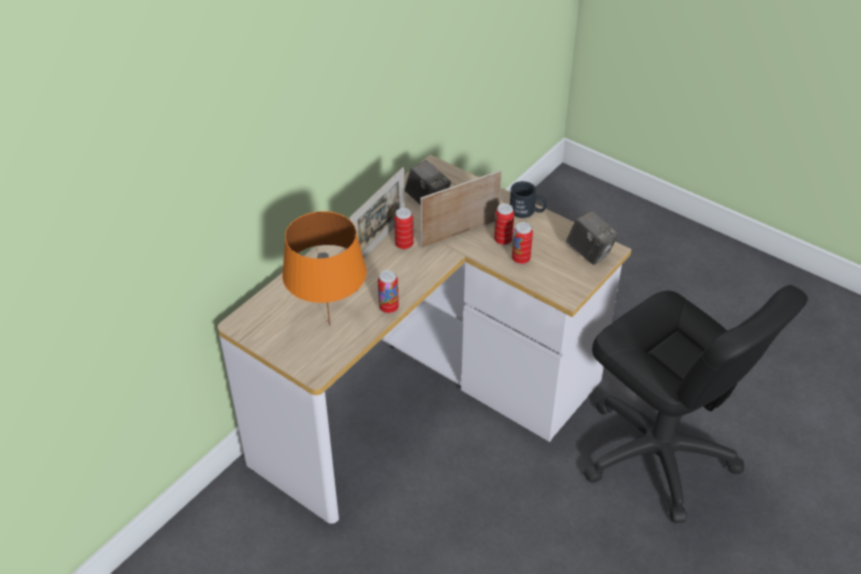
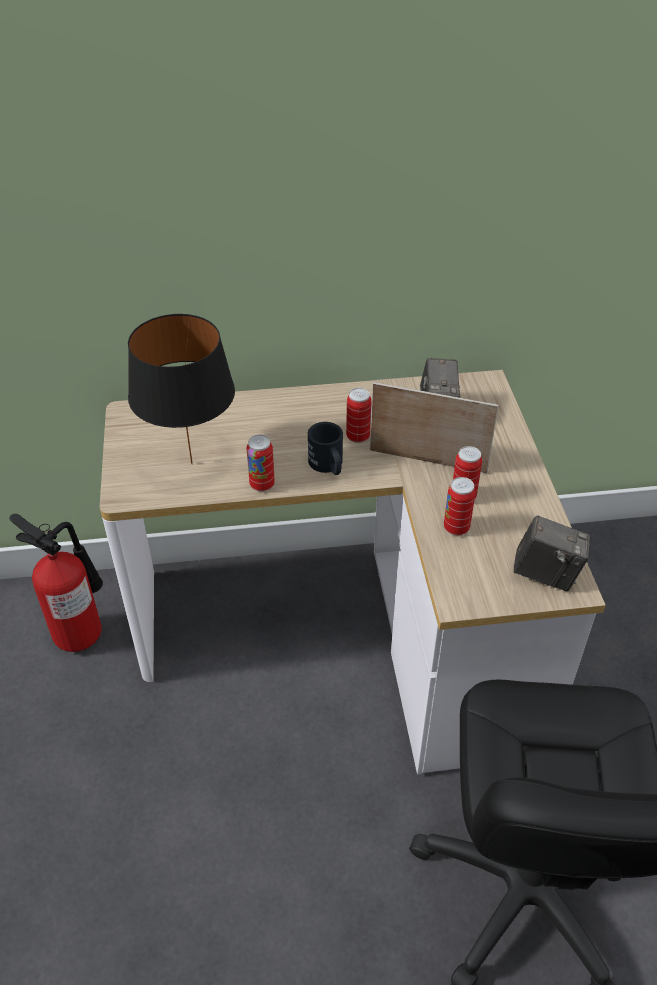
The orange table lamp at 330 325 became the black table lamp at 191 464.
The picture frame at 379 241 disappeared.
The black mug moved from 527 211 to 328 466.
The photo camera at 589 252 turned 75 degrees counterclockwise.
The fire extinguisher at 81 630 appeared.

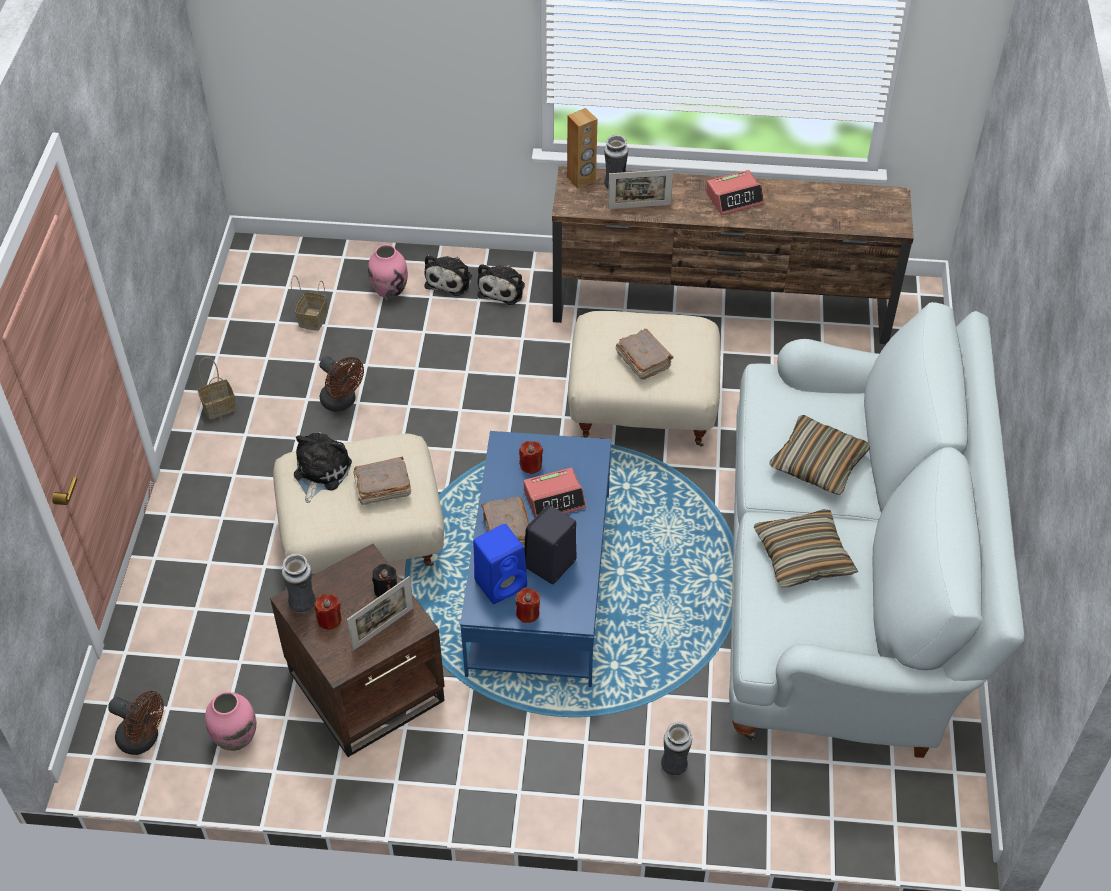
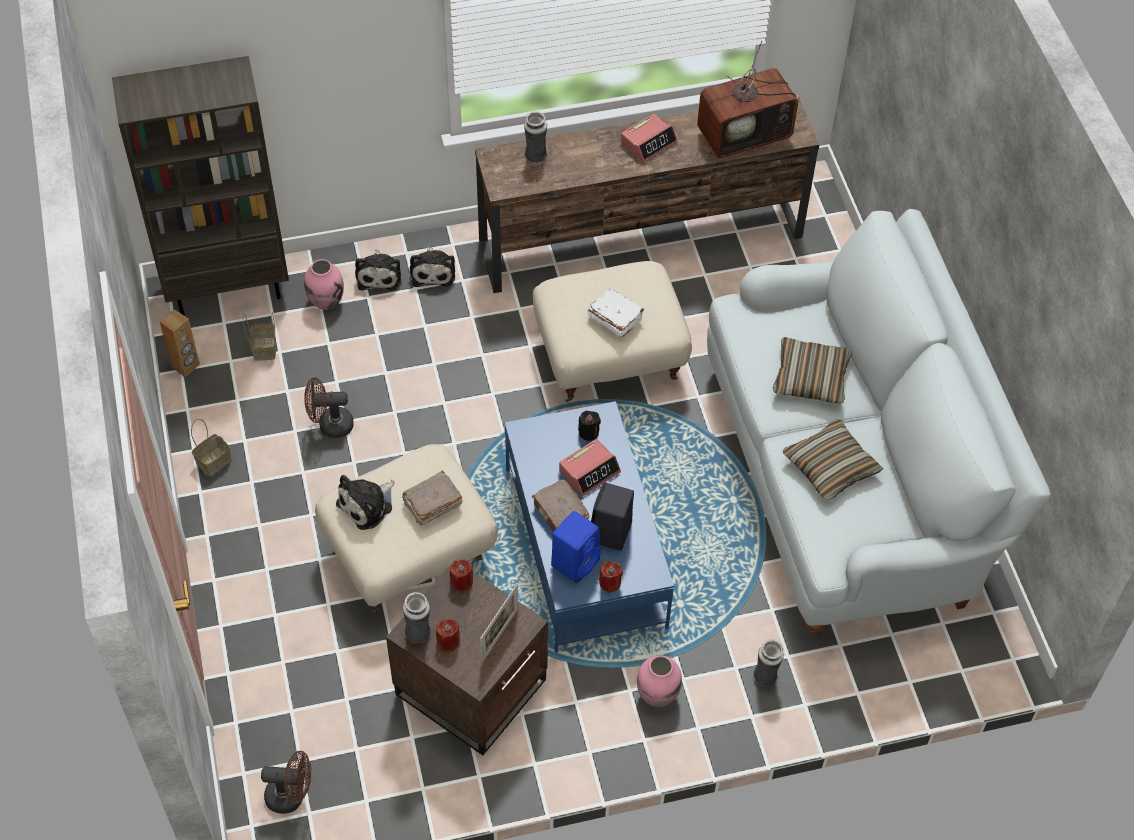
The pink vase moved from 235 738 to 657 695.
The plush toy at 320 472 turned 135 degrees counterclockwise.
The brown fan at 342 402 turned 150 degrees clockwise.
The black candle moved from 386 590 to 588 432.
The red candle moved from 531 465 to 462 581.
The brown speaker moved from 581 179 to 186 366.
The picture frame at 639 206 disappeared.
The brown book at 643 360 became the white book at 614 318.
The brown bookcase at 228 288 appeared.
The television at 745 133 appeared.

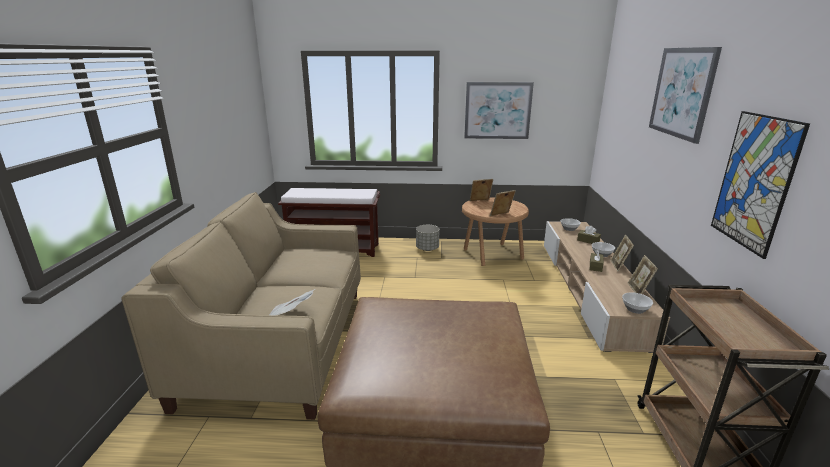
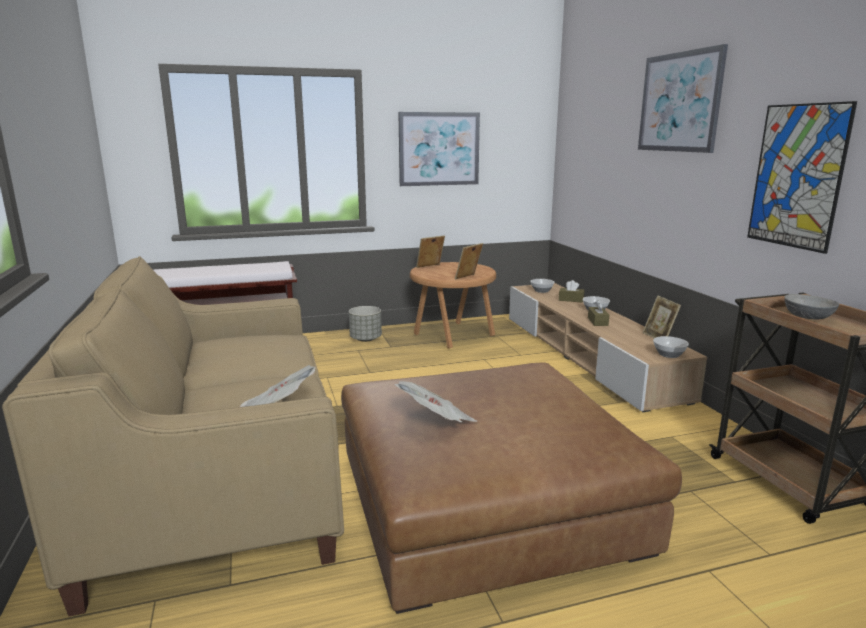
The picture frame at 619 266 disappeared.
The newspaper at 436 422 appeared.
The grey bowl at 807 317 appeared.

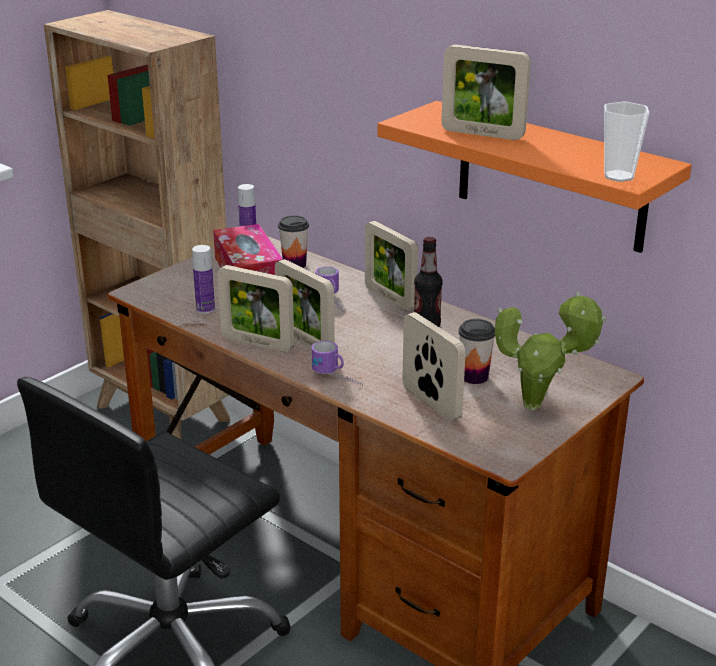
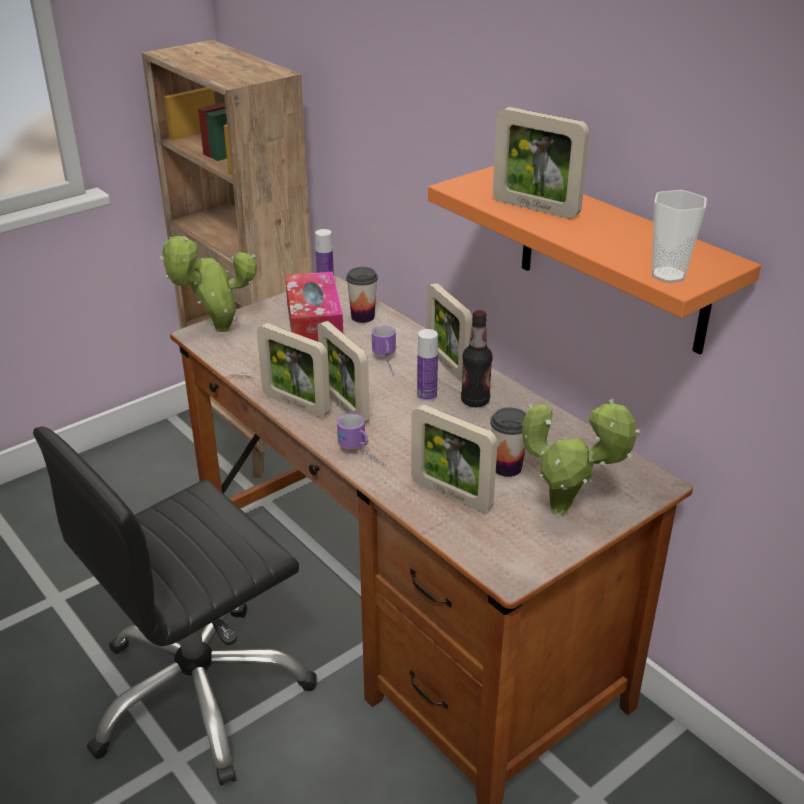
The bottle moved from 205 309 to 427 396.
The picture frame at 431 403 turned 150 degrees clockwise.
The potted plant at 217 330 appeared.

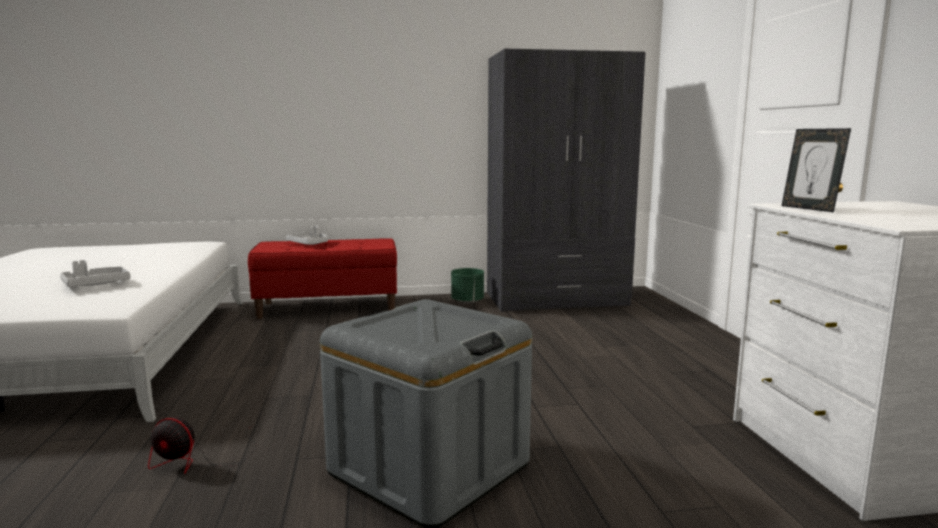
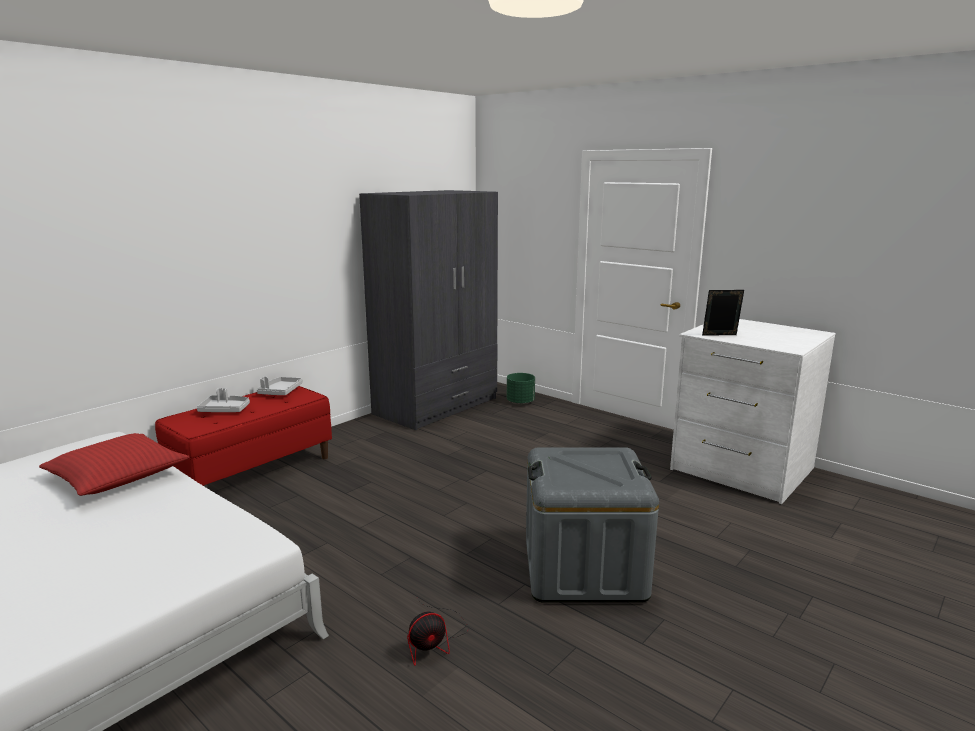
The grey tray moved from 95 284 to 280 392.
The green planter moved from 467 301 to 520 402.
The picture frame at 809 208 turned 150 degrees clockwise.
The red pillow at 117 476 appeared.

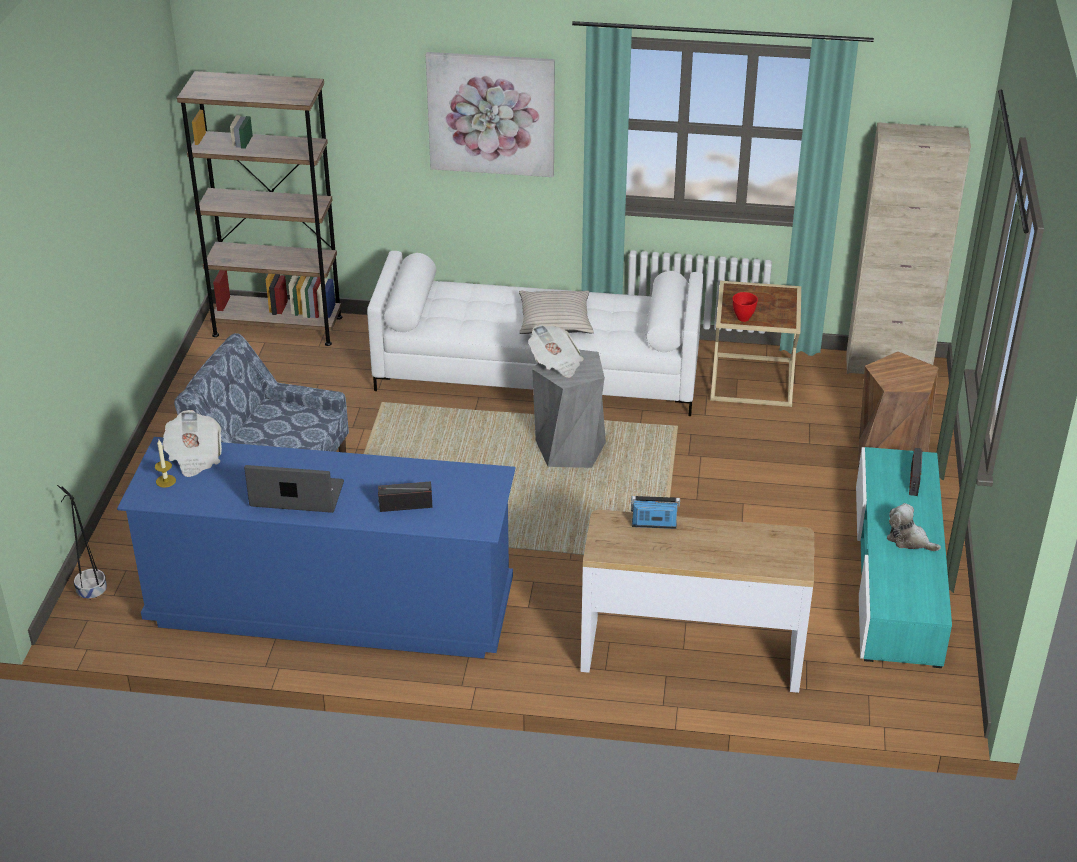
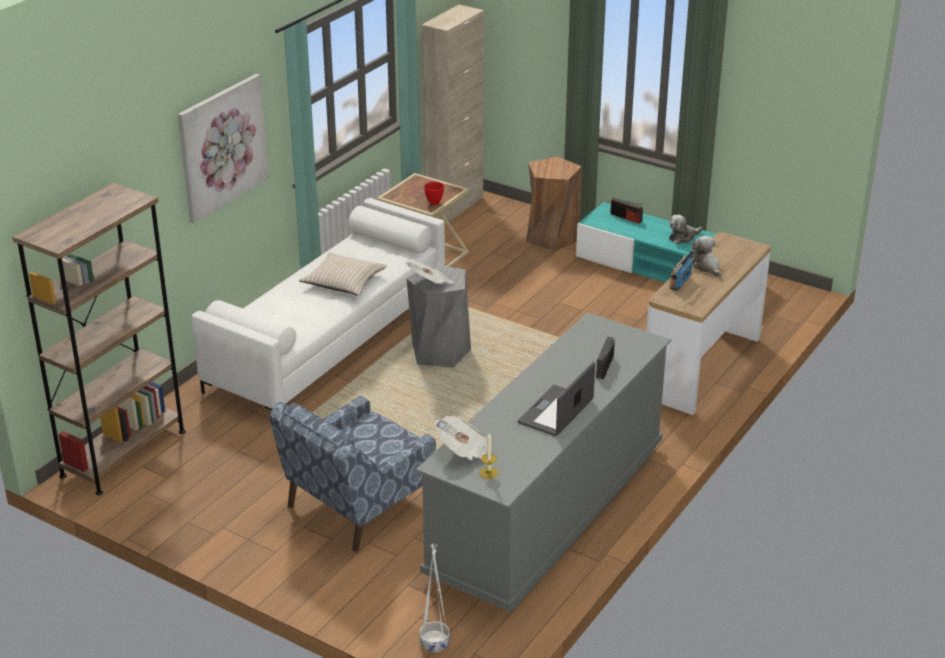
The black planter at 91 591 became the white planter at 434 644.
The blue dresser at 331 606 became the grey dresser at 547 511.
The plush toy at 706 266 appeared.

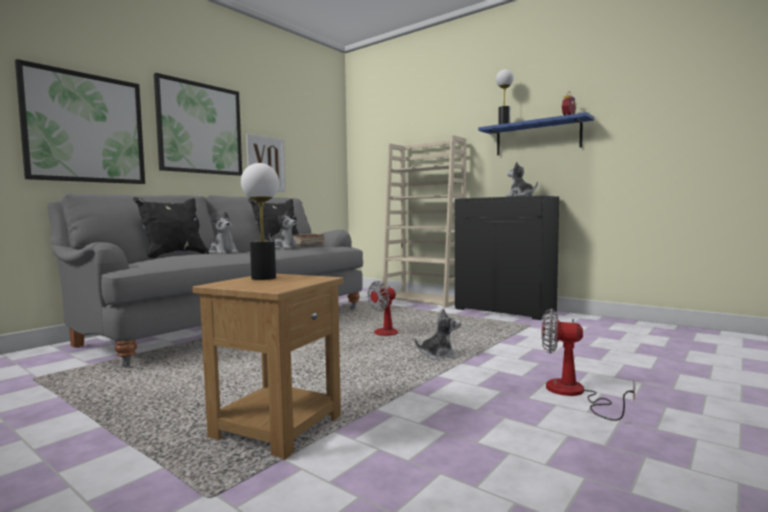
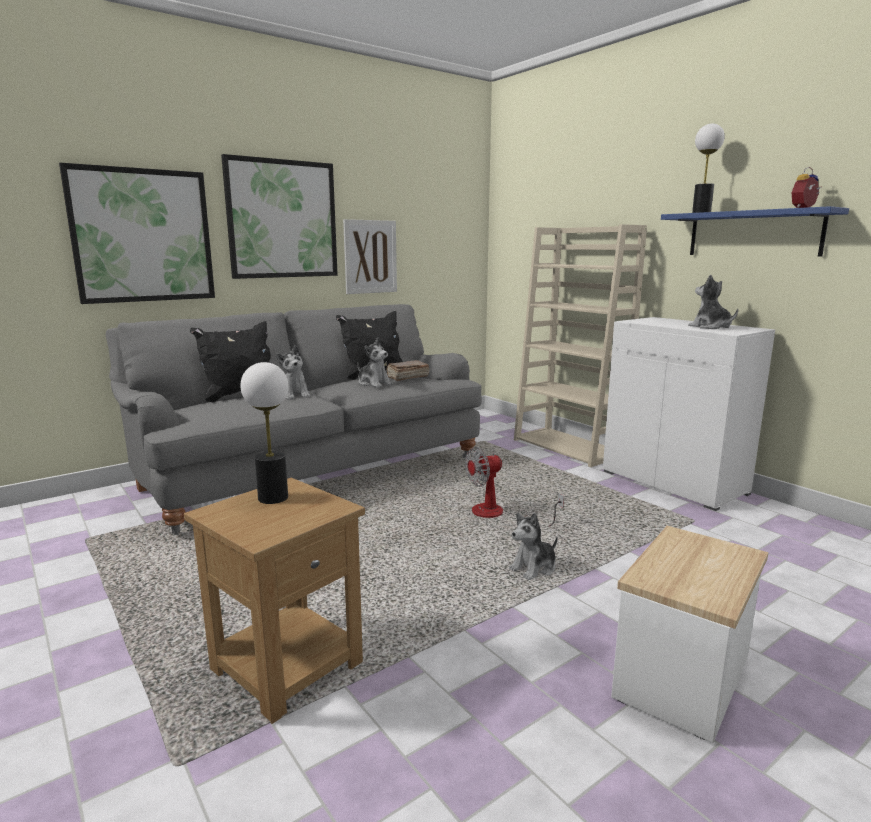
The plush toy at 439 356 turned 135 degrees clockwise.
The black cabinet at 505 310 became the white cabinet at 674 482.
The fan at 574 394 was replaced by the side table at 680 677.

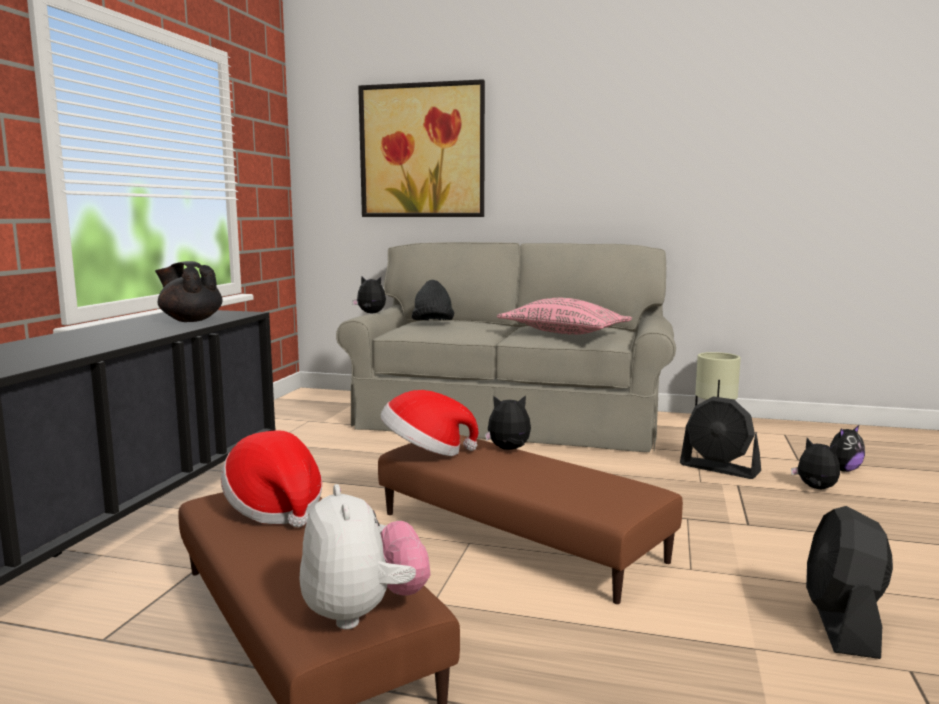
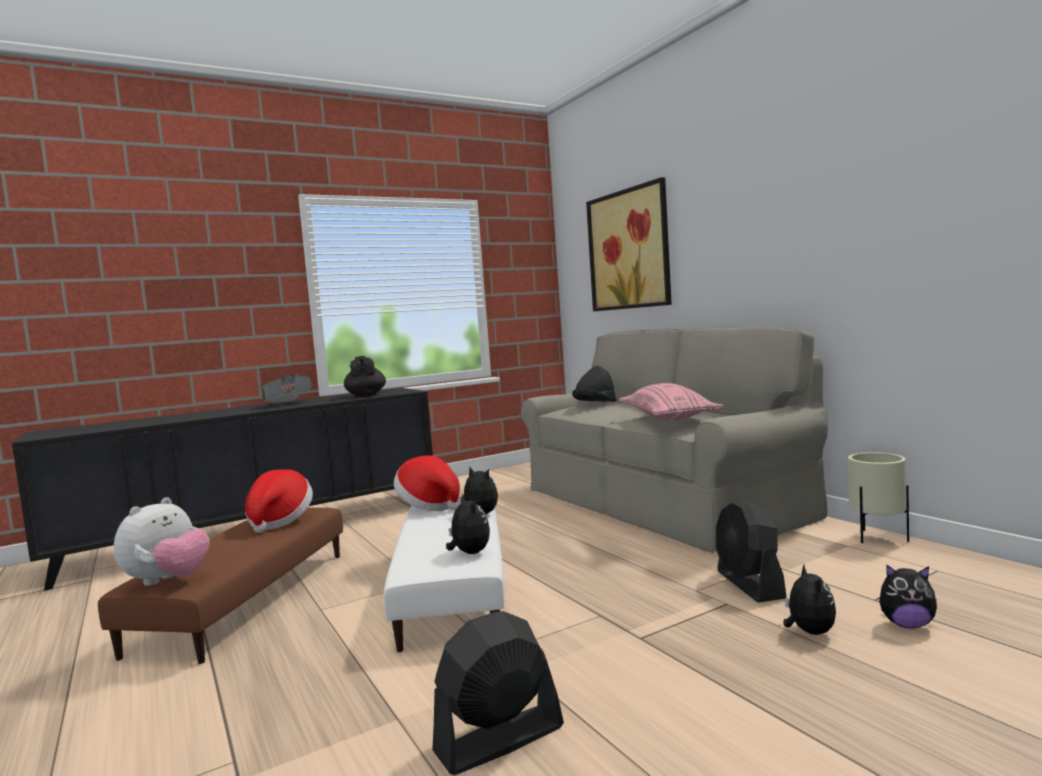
The plush toy moved from 370 313 to 469 553.
The brown ottoman at 517 537 became the white ottoman at 451 588.
The newspaper at 288 403 appeared.

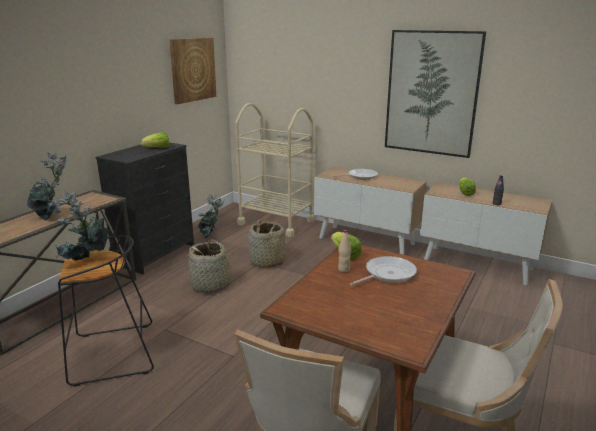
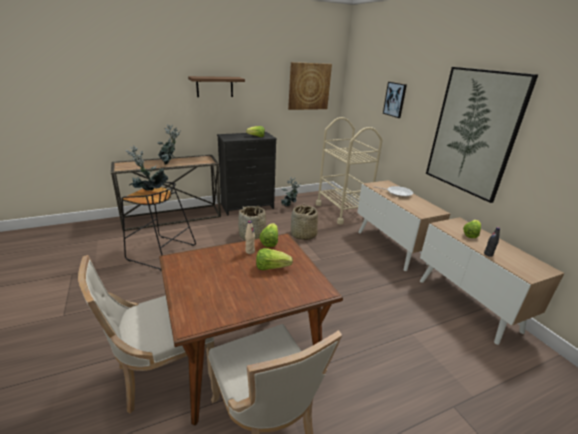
The frying pan at 387 274 was replaced by the lettuce at 271 267.
The shelf at 214 86 appeared.
The picture at 395 99 appeared.

